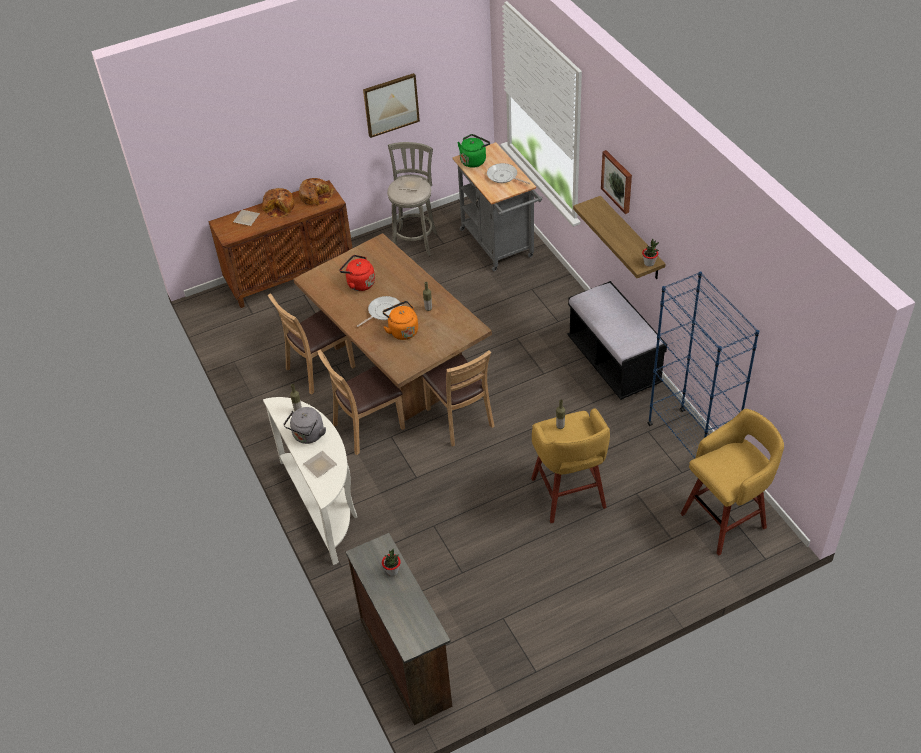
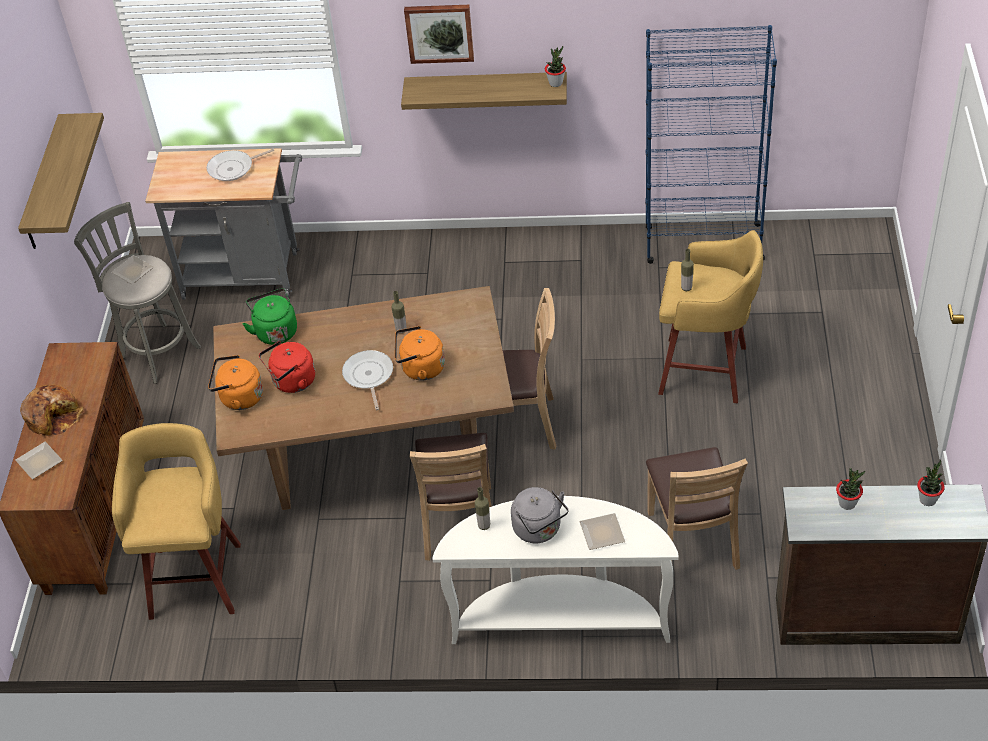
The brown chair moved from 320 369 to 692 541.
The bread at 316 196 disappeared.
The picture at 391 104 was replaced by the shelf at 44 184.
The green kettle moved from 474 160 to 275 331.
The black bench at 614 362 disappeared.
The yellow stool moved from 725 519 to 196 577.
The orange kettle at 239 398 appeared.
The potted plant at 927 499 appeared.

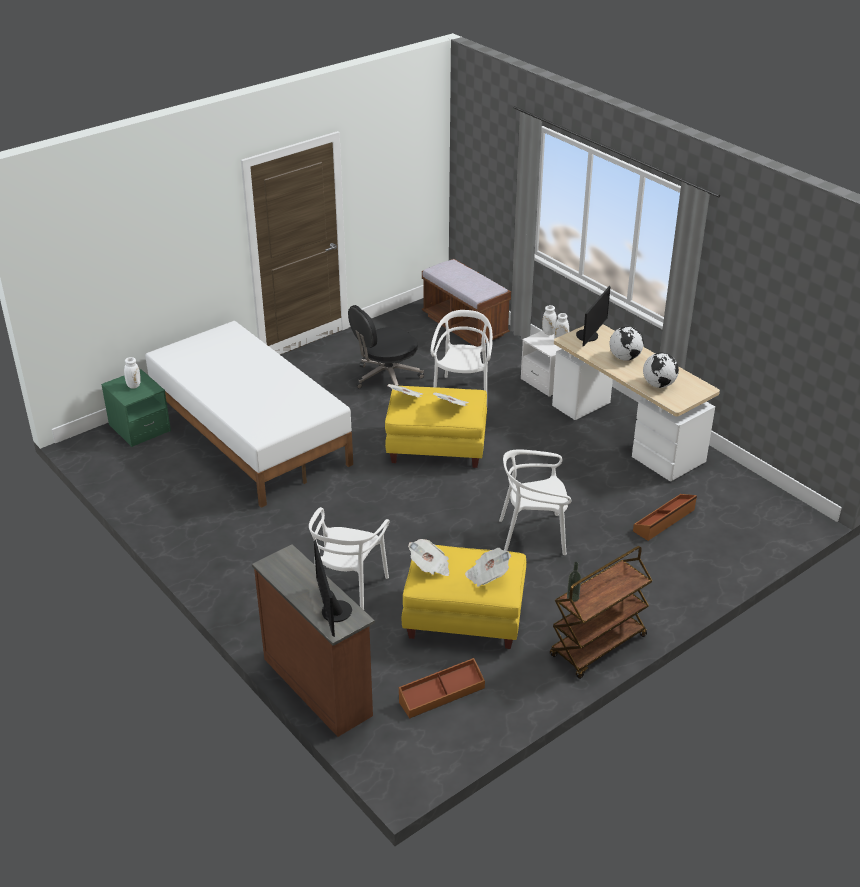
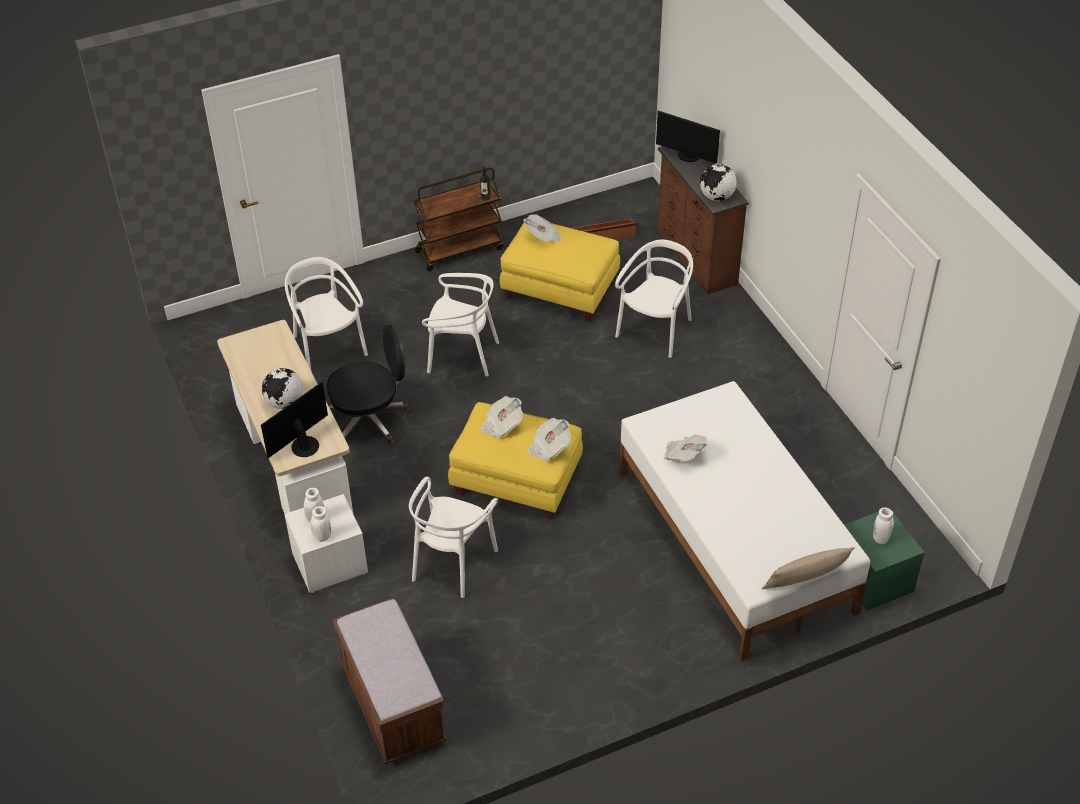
The monitor at 333 612 turned 120 degrees clockwise.
The black office chair moved from 386 378 to 370 419.
The newspaper moved from 430 567 to 683 455.
The brown storage box at 664 521 was replaced by the white chair at 328 348.
The globe moved from 658 384 to 716 197.
The beige pillow at 806 581 appeared.

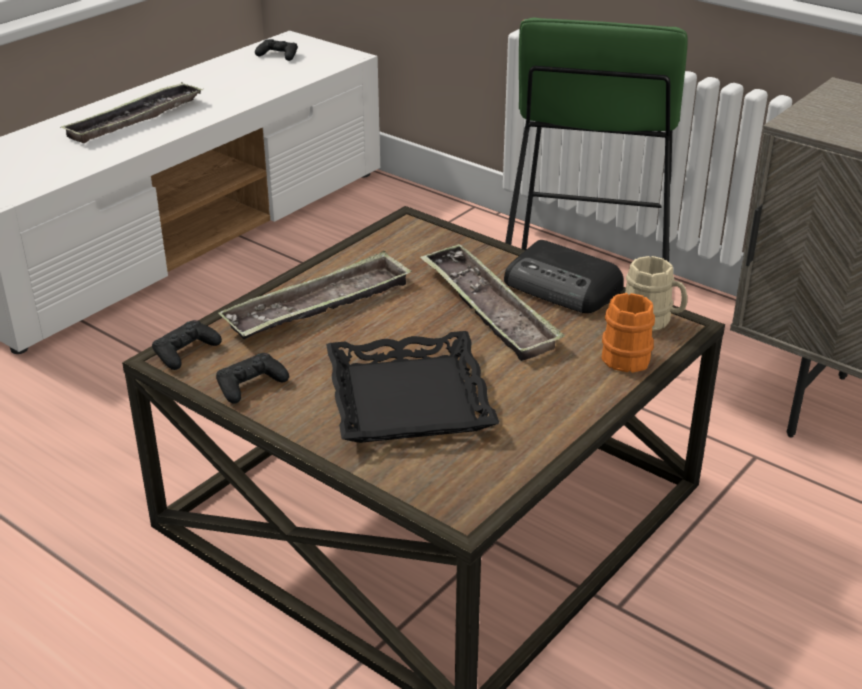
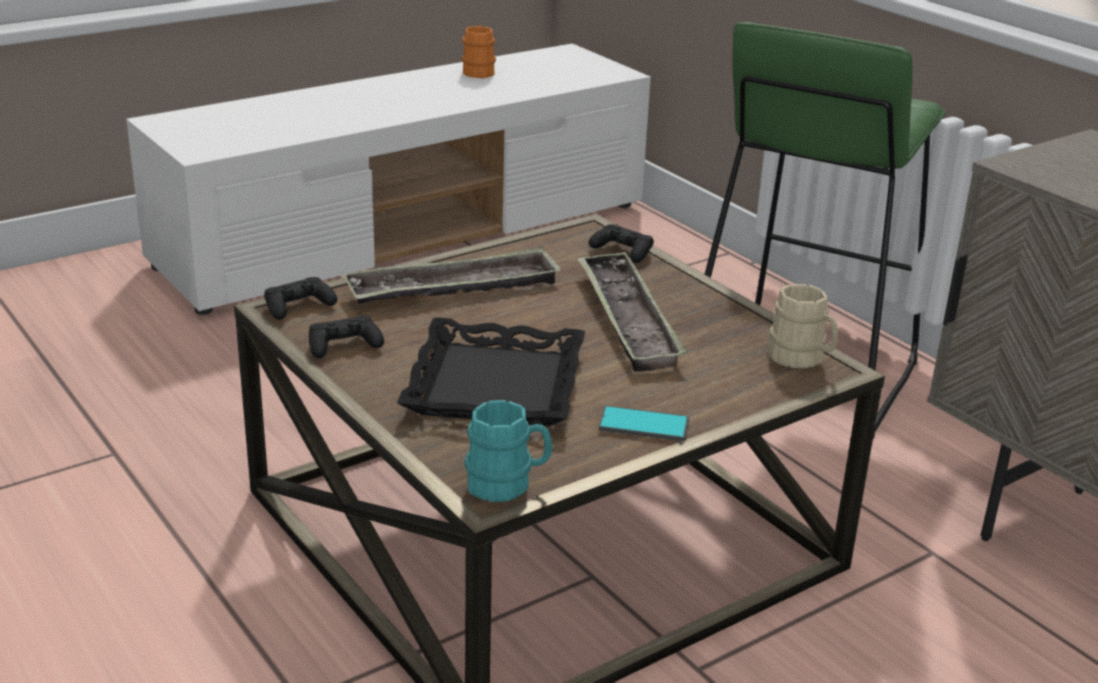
The tray at 135 120 disappeared.
The black game controller moved from 278 55 to 623 251.
The radio at 563 287 disappeared.
The orange mug moved from 622 355 to 478 71.
The turquoise mug at 507 484 appeared.
The phone at 644 425 appeared.

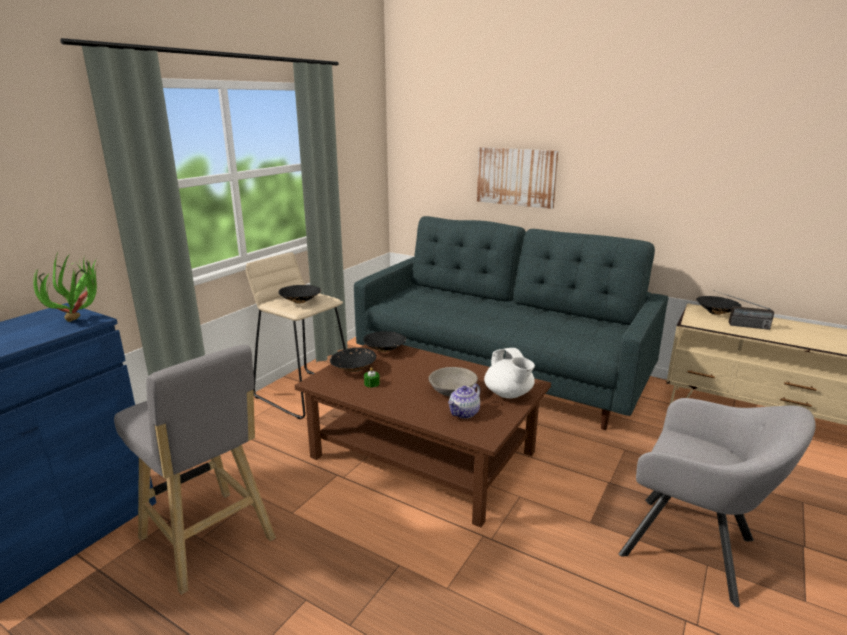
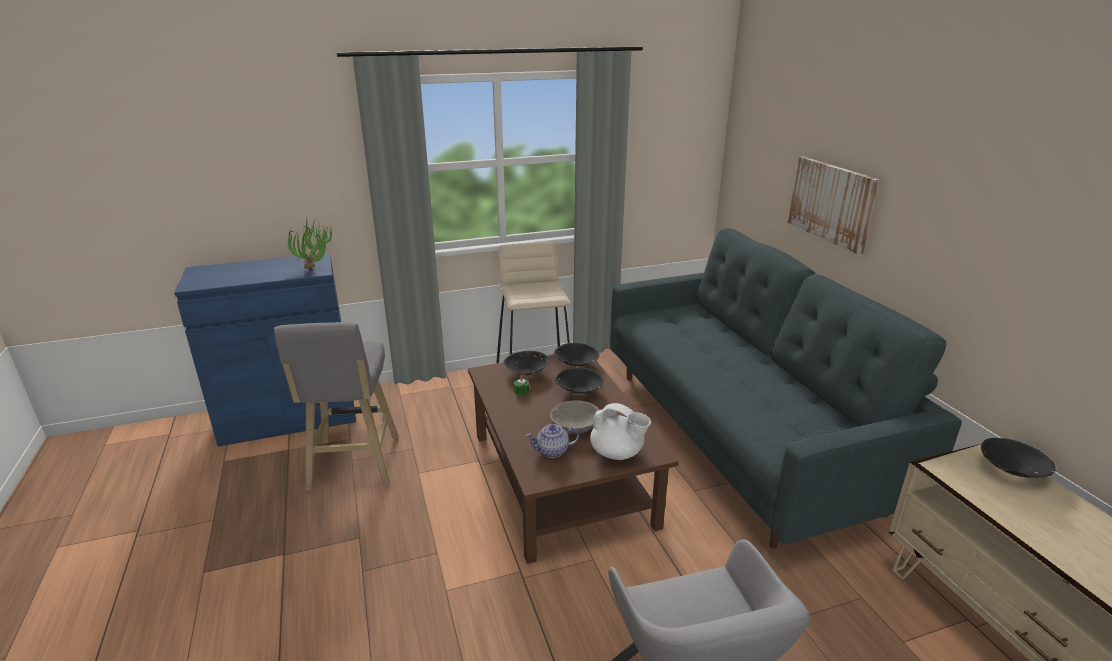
The black bowl moved from 301 301 to 579 391.
The white teapot at 509 394 turned 75 degrees counterclockwise.
The radio at 738 325 disappeared.

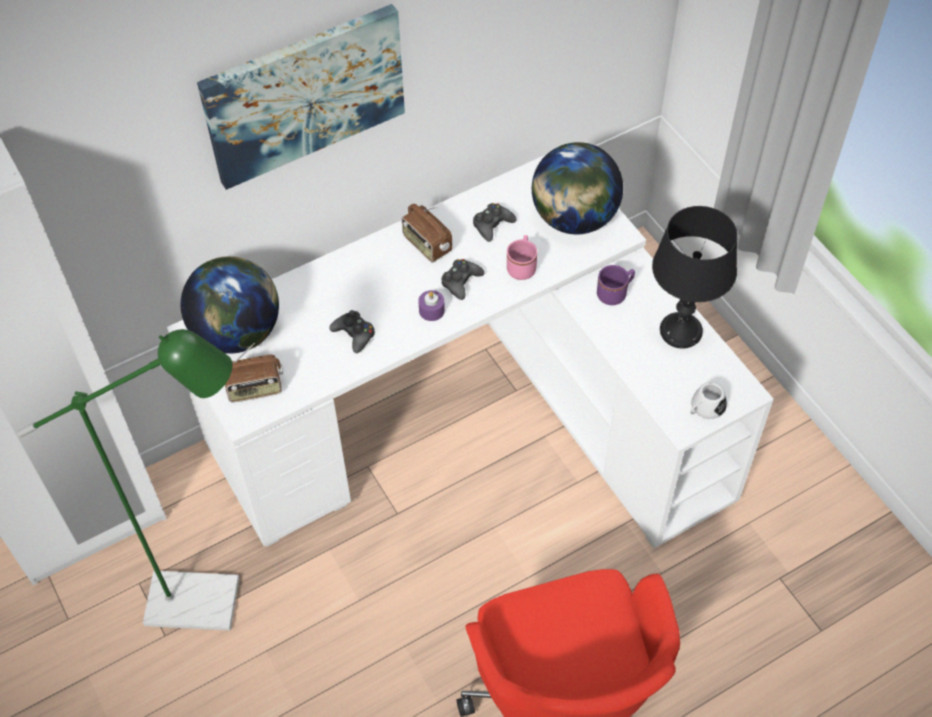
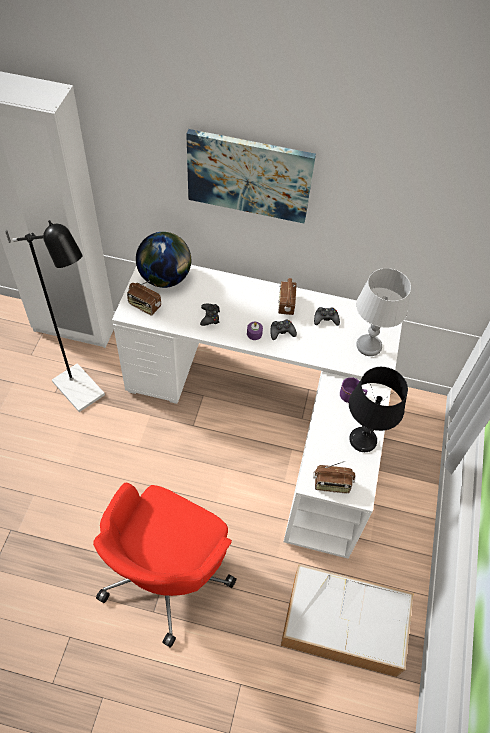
The green floor lamp at 210 602 became the black floor lamp at 84 394.
The pink mug at 522 266 disappeared.
The globe at 574 218 was replaced by the grey table lamp at 368 346.
The white mug at 704 408 was replaced by the radio at 331 485.
The storage box at 341 624 appeared.

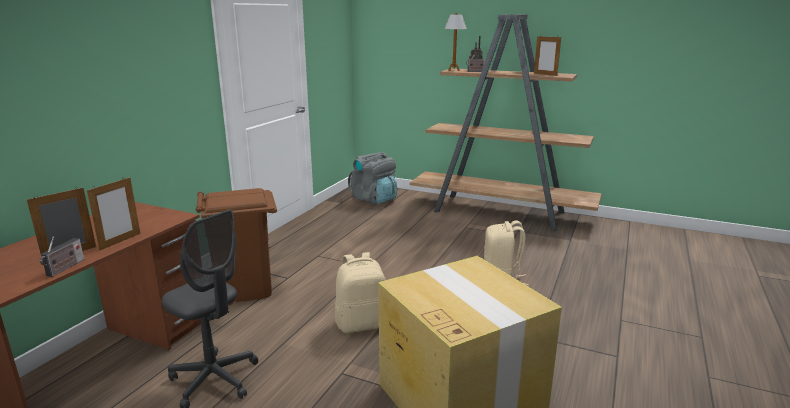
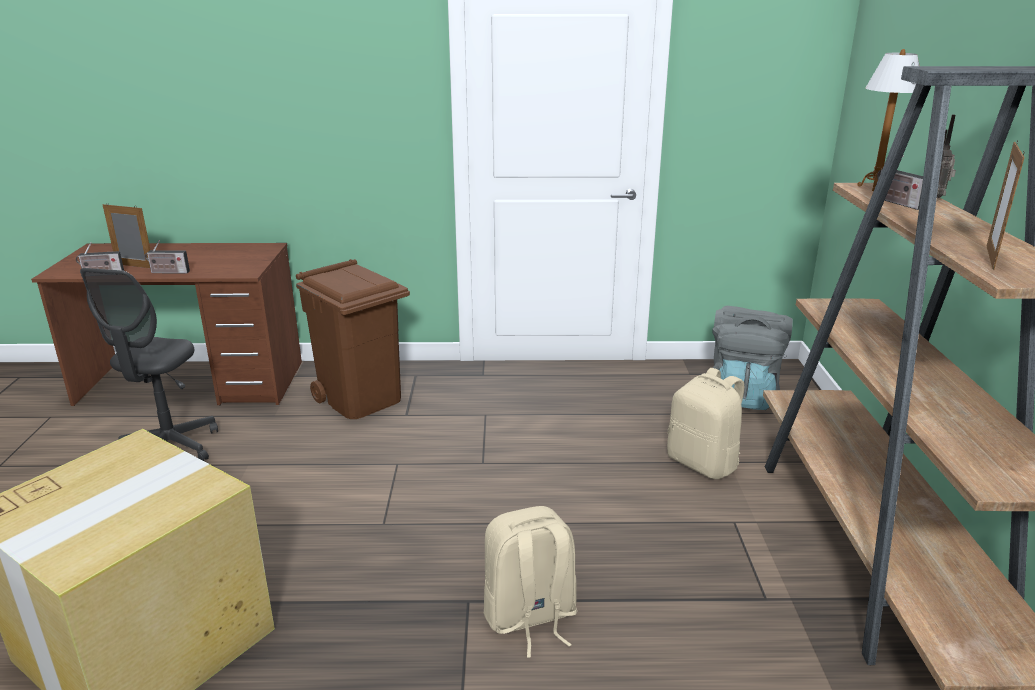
The picture frame at 120 241 was replaced by the radio at 168 272.
The beige backpack moved from 362 324 to 703 463.

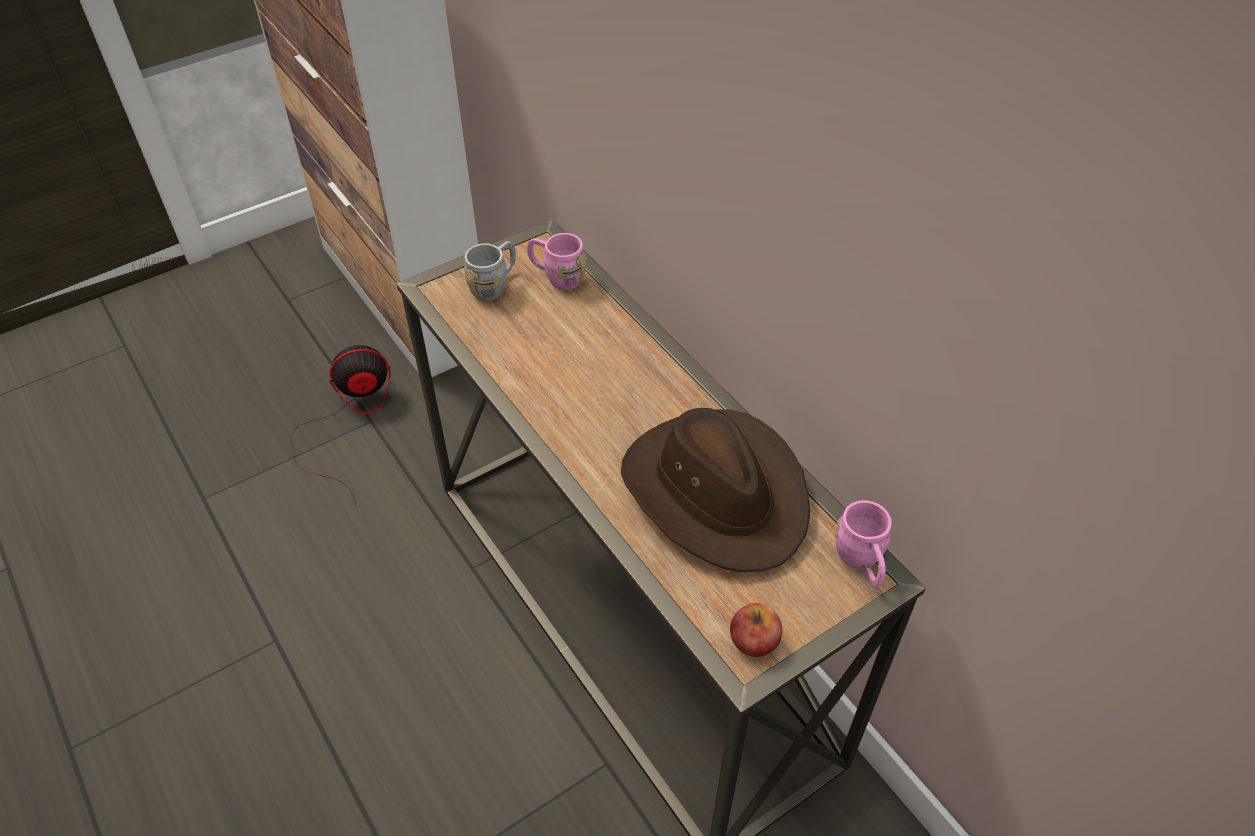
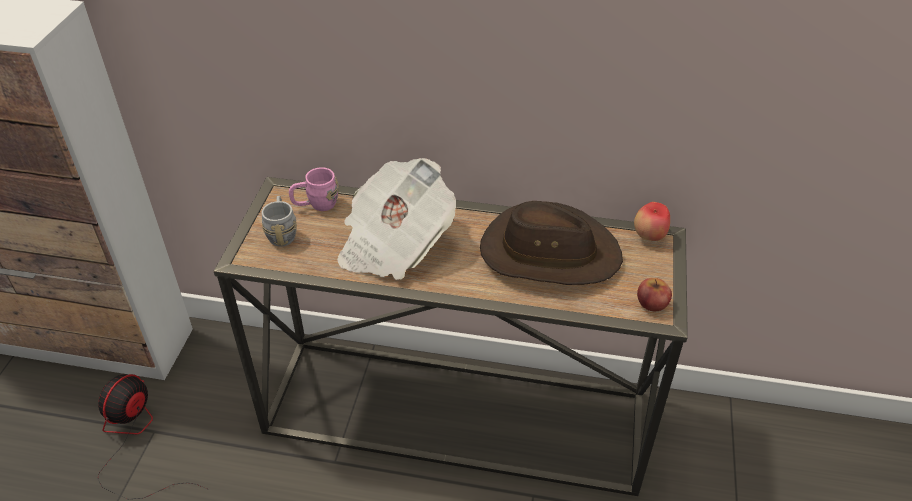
The pink mug at 861 562 was replaced by the apple at 649 236.
The newspaper at 394 243 appeared.

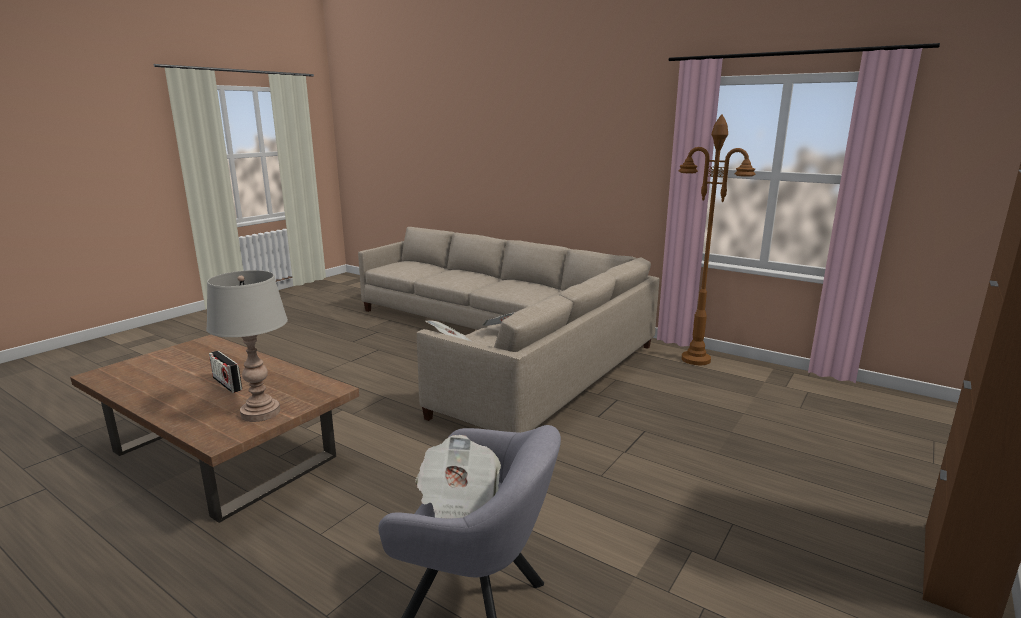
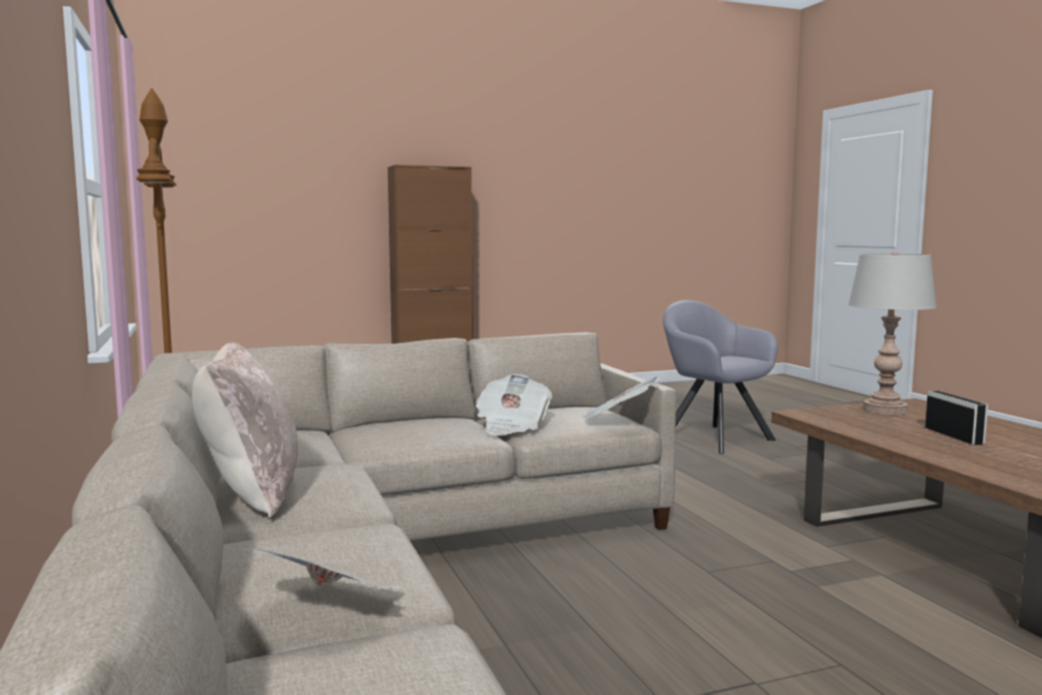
The newspaper moved from 458 503 to 330 611.
The beige pillow at 251 493 appeared.

